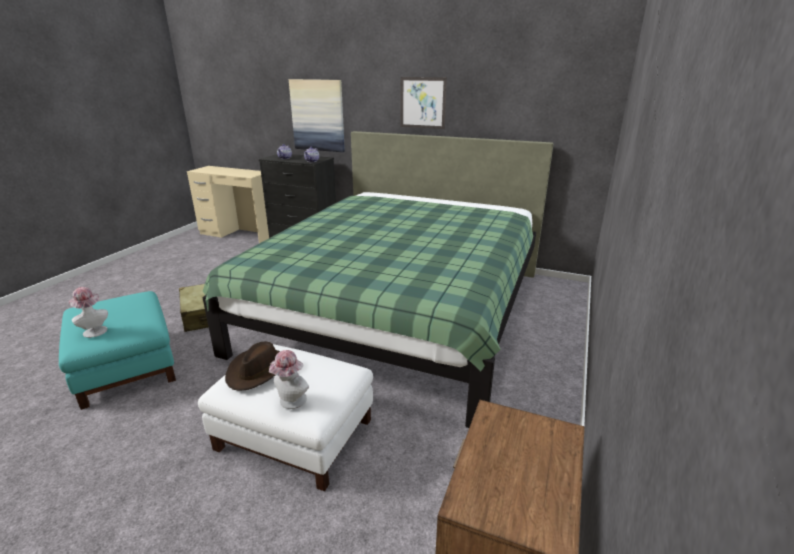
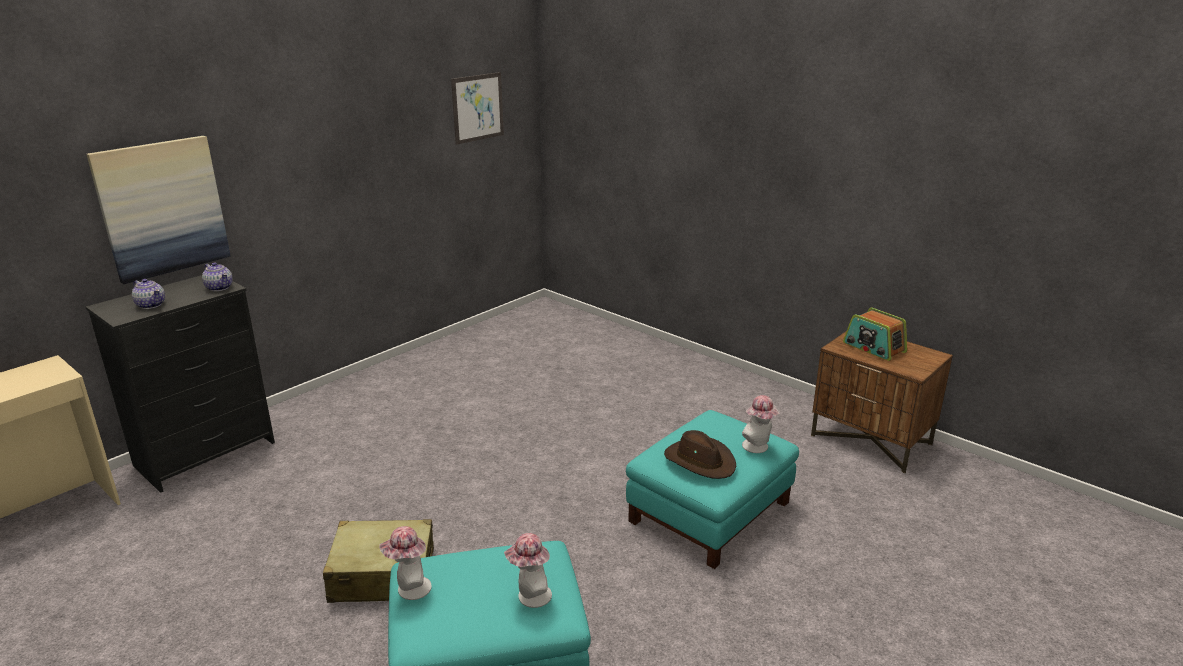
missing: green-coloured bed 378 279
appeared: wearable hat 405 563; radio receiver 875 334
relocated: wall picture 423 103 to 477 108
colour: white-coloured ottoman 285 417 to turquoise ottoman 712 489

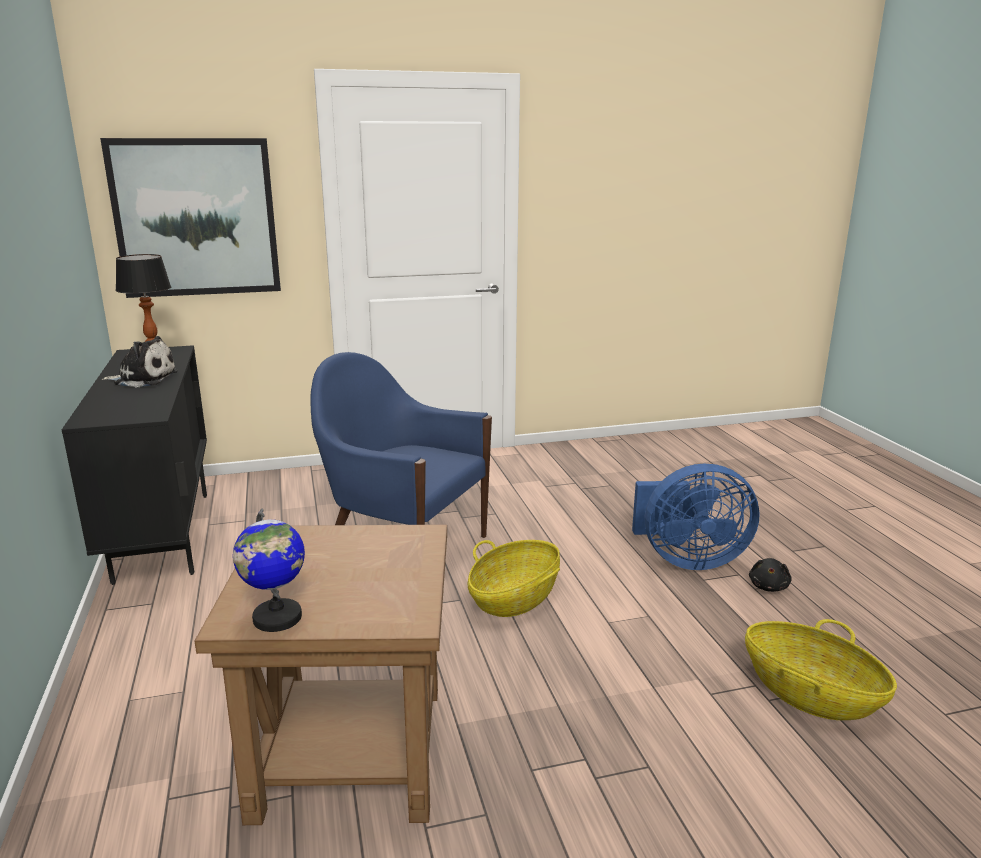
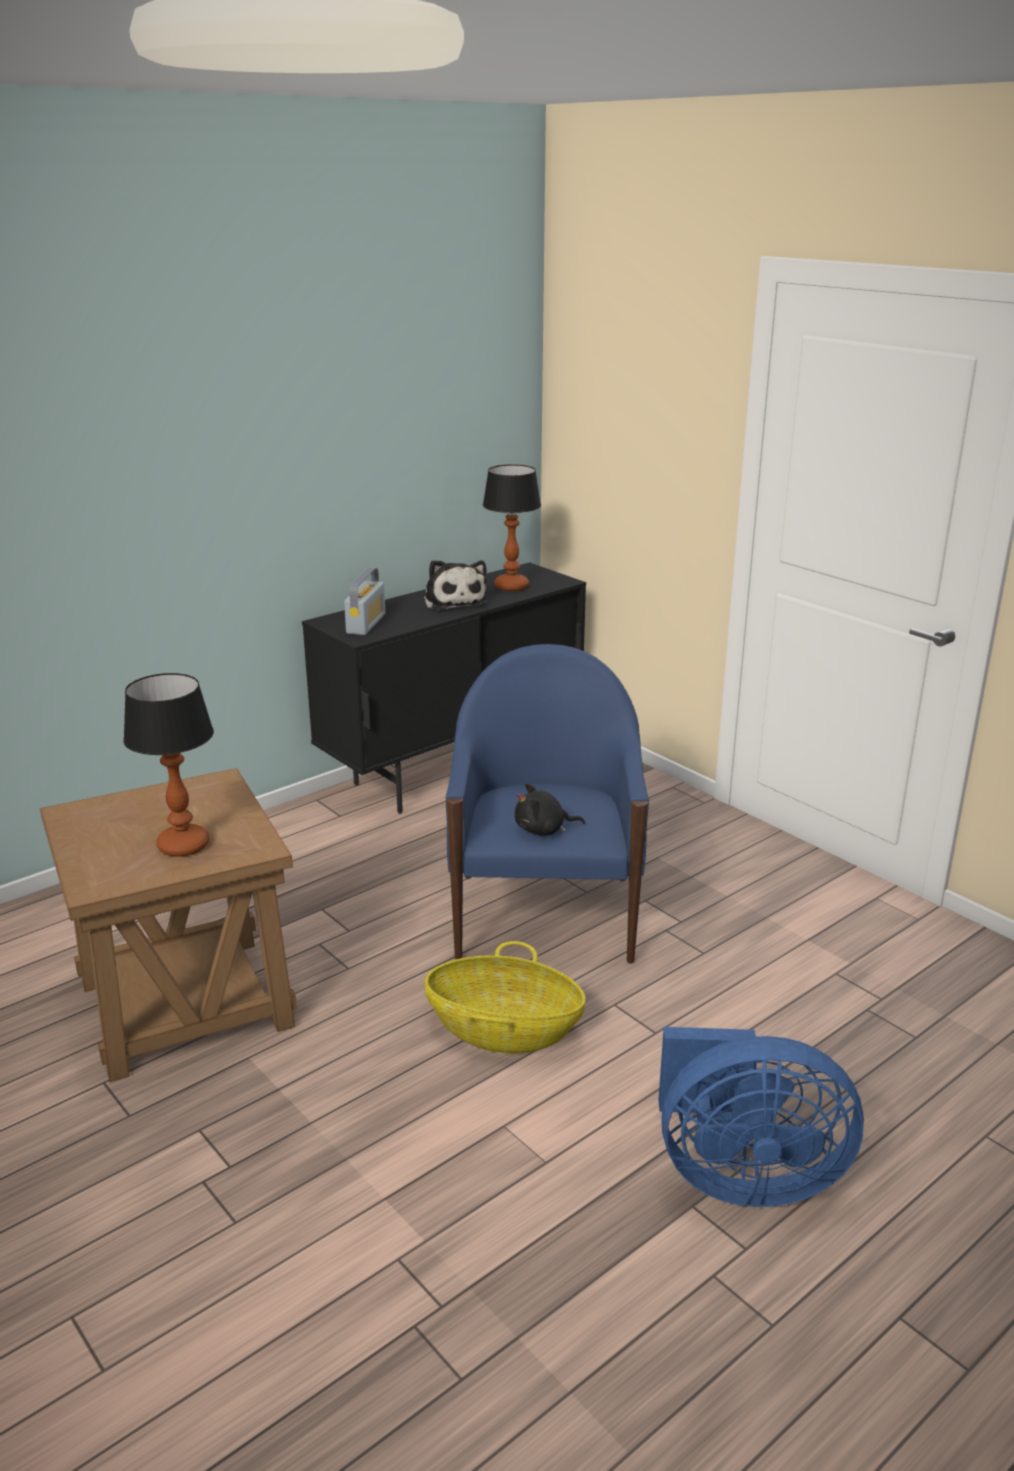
missing: wall picture 190 218; globe 269 570; storage basket 821 669
appeared: lamp for a table 168 765; radio receiver 364 601
relocated: blackish soft toy 770 575 to 550 809
spun: blue electric fan 696 517 = 761 1117 60 degrees counterclockwise

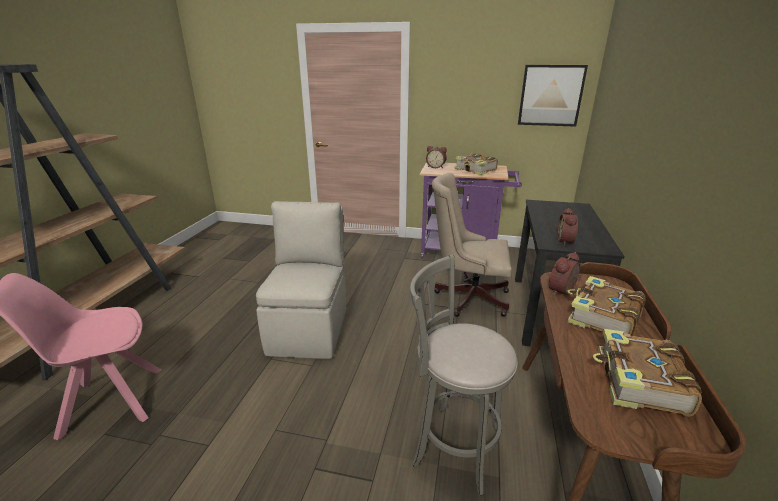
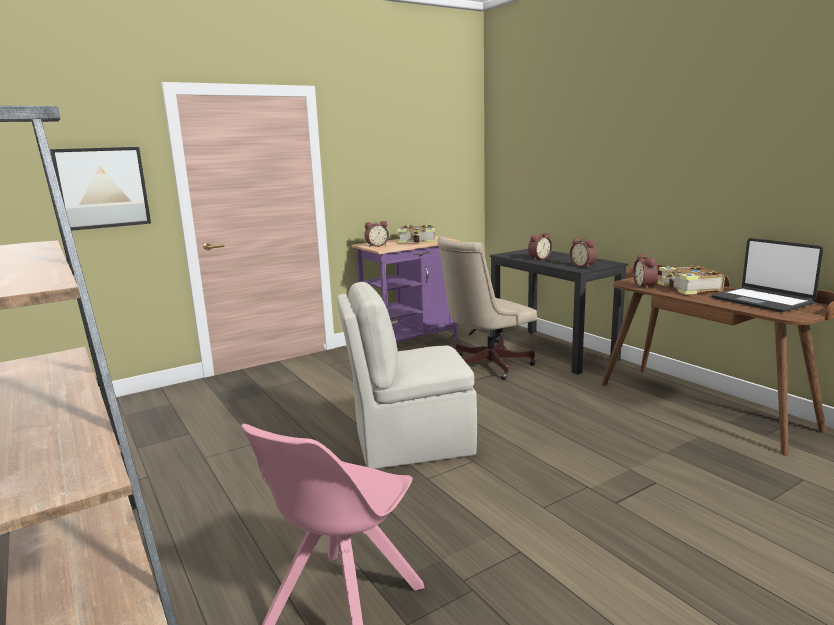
missing: greyish sitting stool 464 375
appeared: bedside clock 540 246
relocated: wall picture 553 96 to 100 189
exchanged: book 647 373 to laptop 767 275
spun: sand-coloured upright chair 301 280 = 406 375 60 degrees counterclockwise

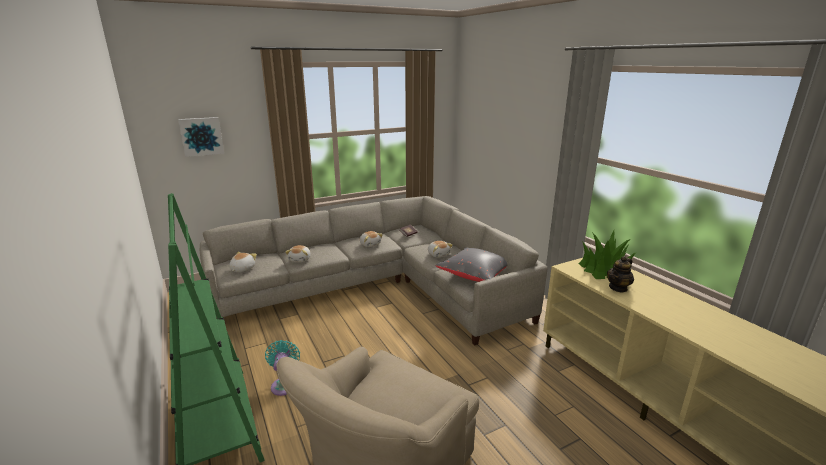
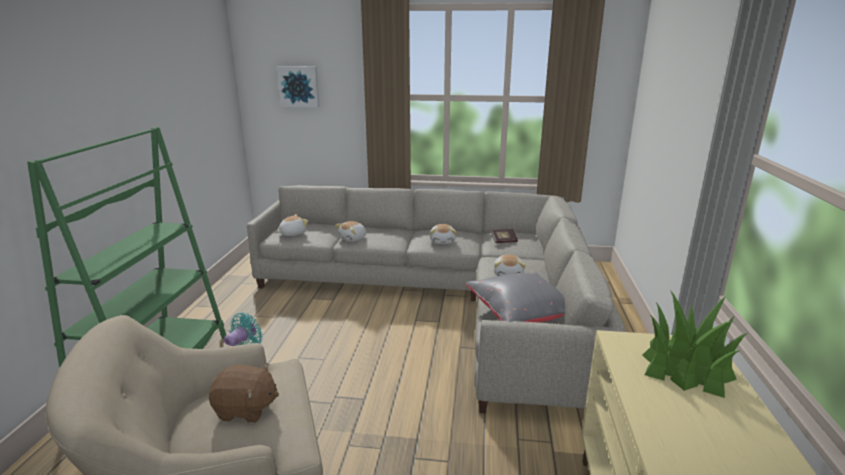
missing: teapot 620 274
appeared: brownish soft toy 244 393

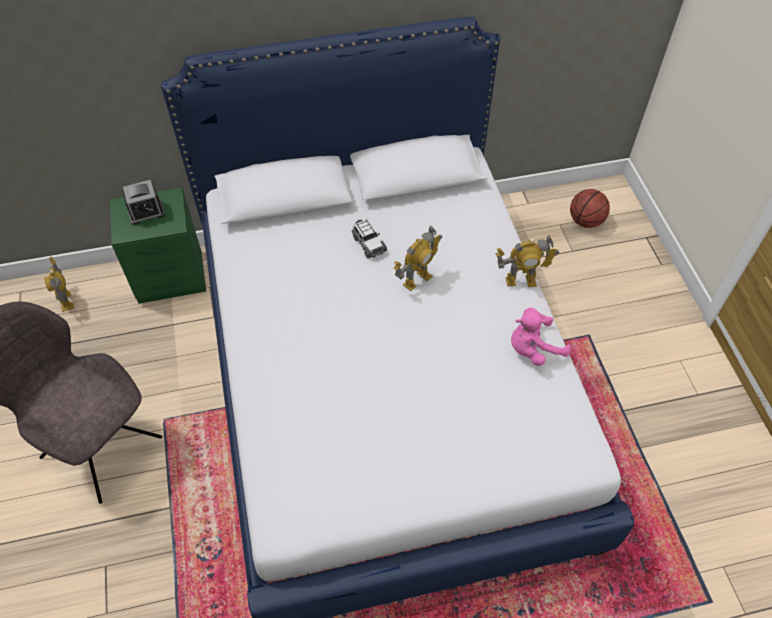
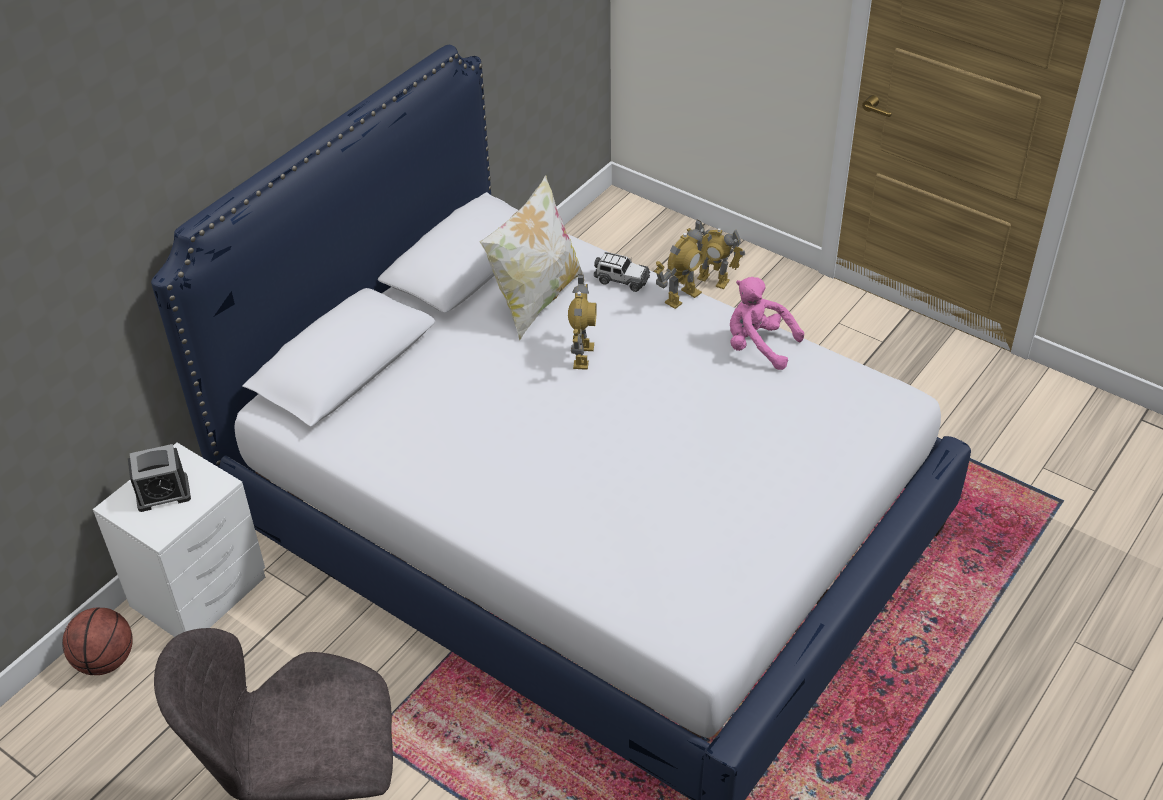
appeared: throw pillow 531 257
relocated: model robot 59 284 to 716 258; toy car 369 239 to 622 272; basketball ball 590 208 to 97 641
colour: green-coloured bedside table 158 246 to white-coloured bedside table 179 540
spun: bedside clock 143 202 = 159 478 45 degrees clockwise; pinkish soft toy 541 337 = 767 323 90 degrees clockwise

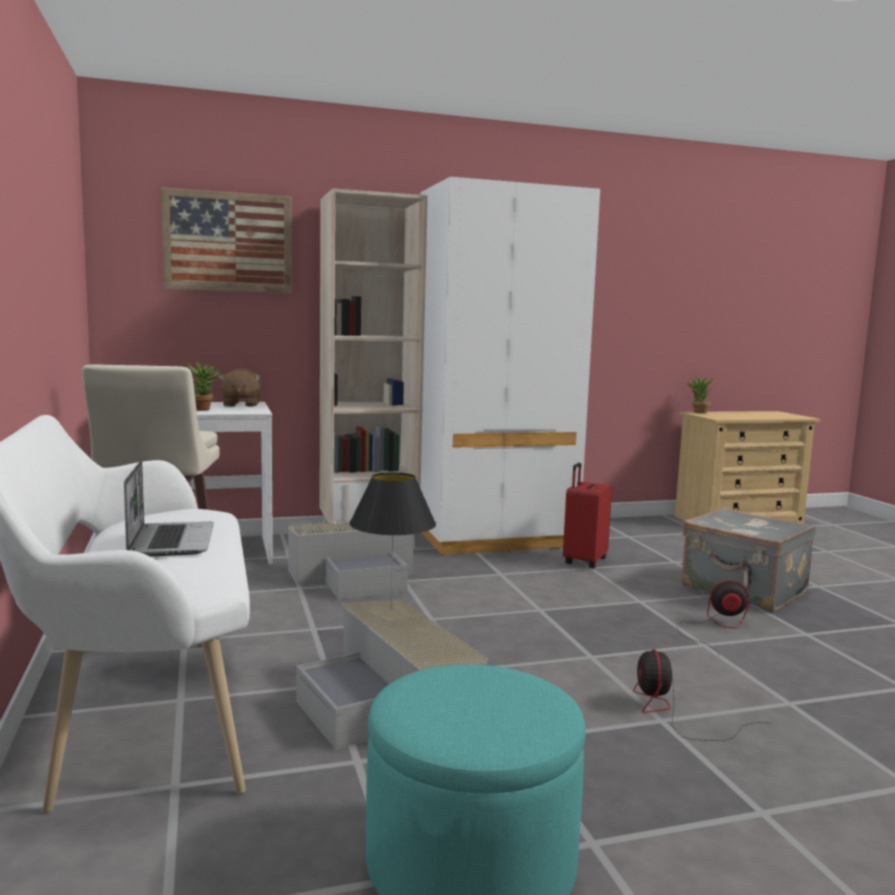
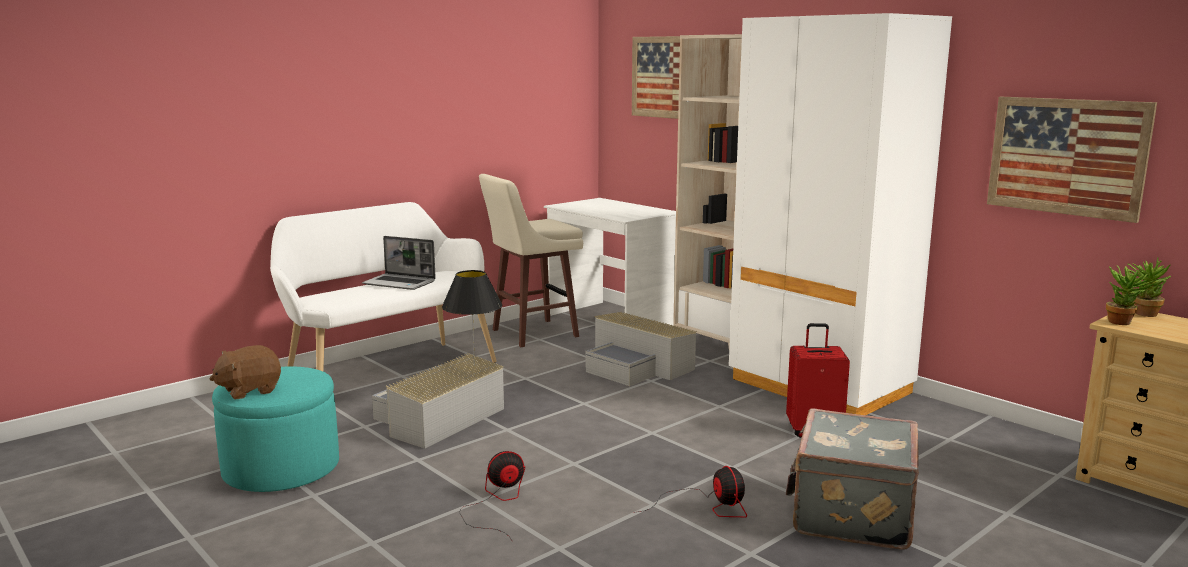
appeared: wall picture 1072 160
relocated: houseplant 205 386 to 1132 295; brownish soft toy 240 387 to 245 372
spun: laptop 169 508 = 399 263 60 degrees clockwise

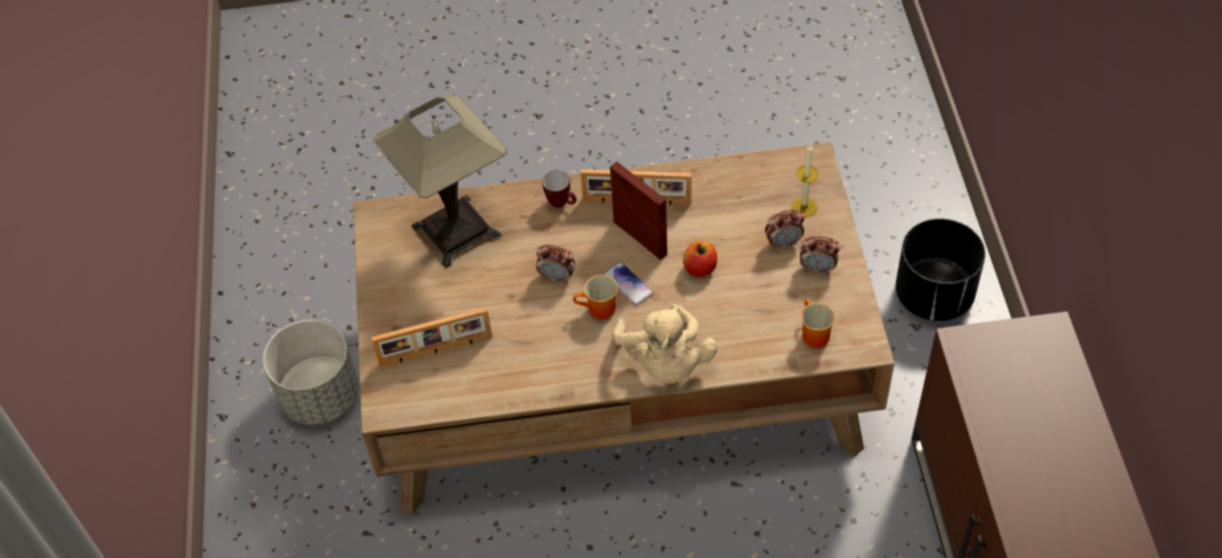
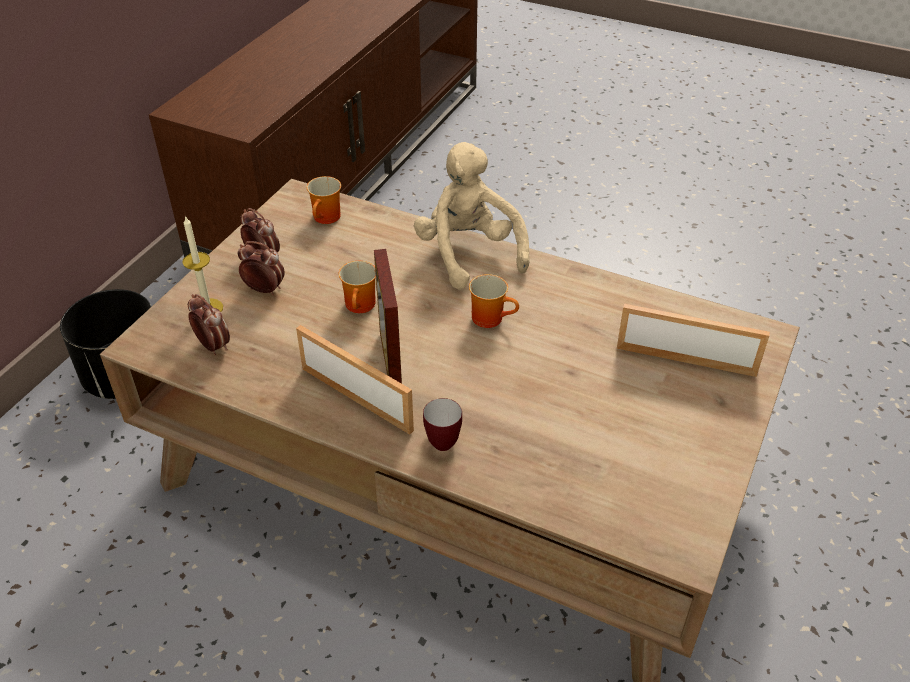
missing: greyish planter 311 372; lamp for a table 440 181; phone 628 284
relocated: bedside clock 555 264 to 209 324
exchanged: apple 700 259 to tea mug 357 287
spun: sand-coloured soft toy 665 344 = 472 216 45 degrees counterclockwise

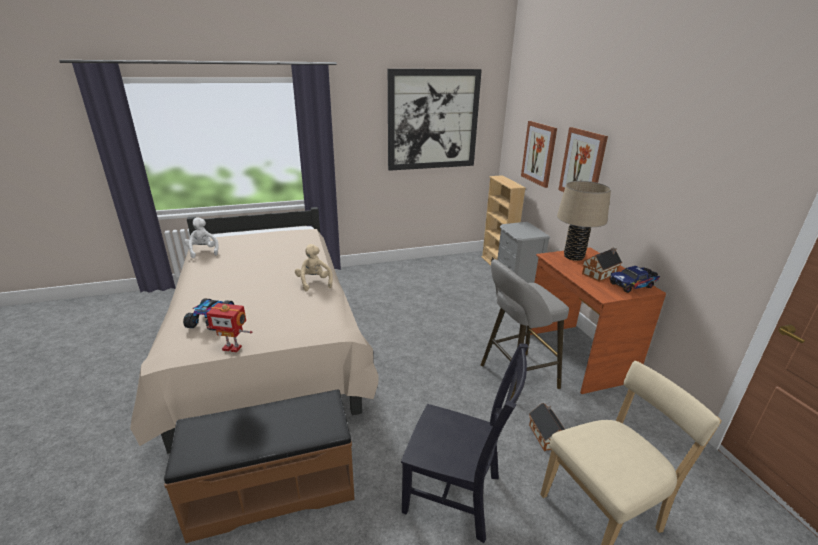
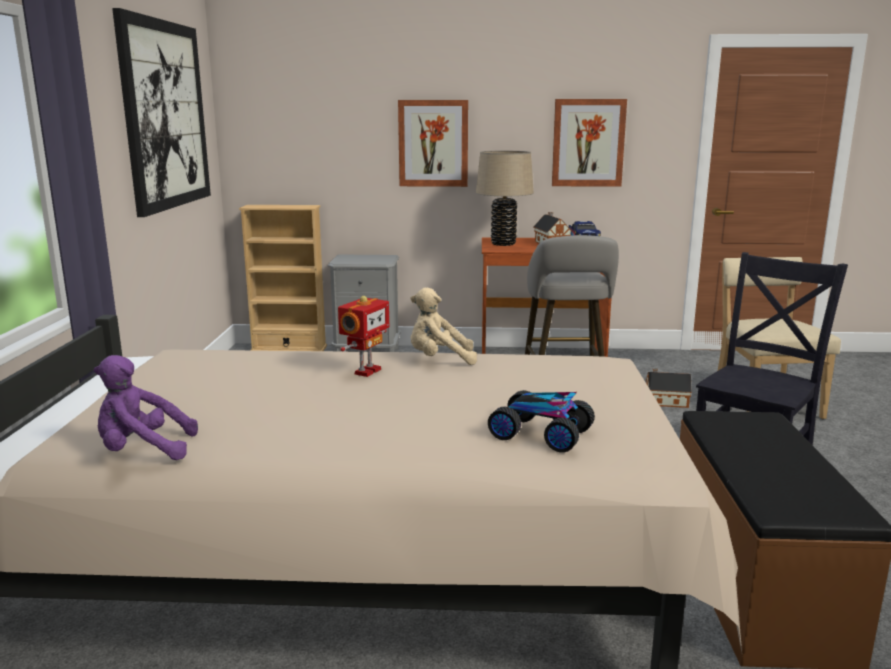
relocated: model robot 229 327 to 363 336; wall picture 539 154 to 589 143
colour: white-coloured soft toy 201 237 to purplish soft toy 146 407

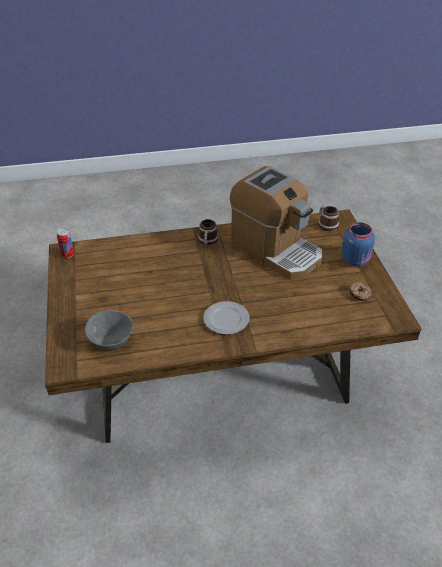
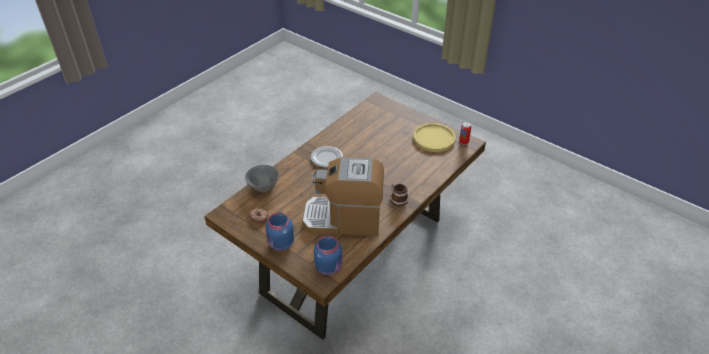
appeared: yellowish flat dish 434 137
relocated: greyish deep dish 109 330 to 262 178
exchanged: tea mug 329 218 to blue preserve jar 328 255

